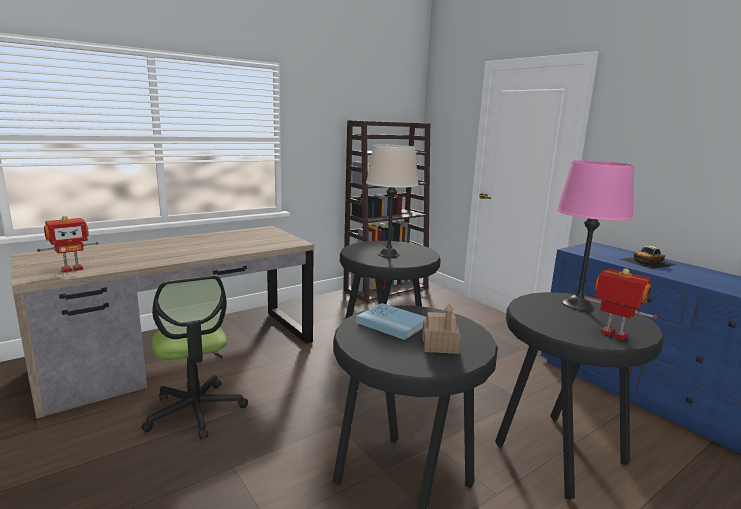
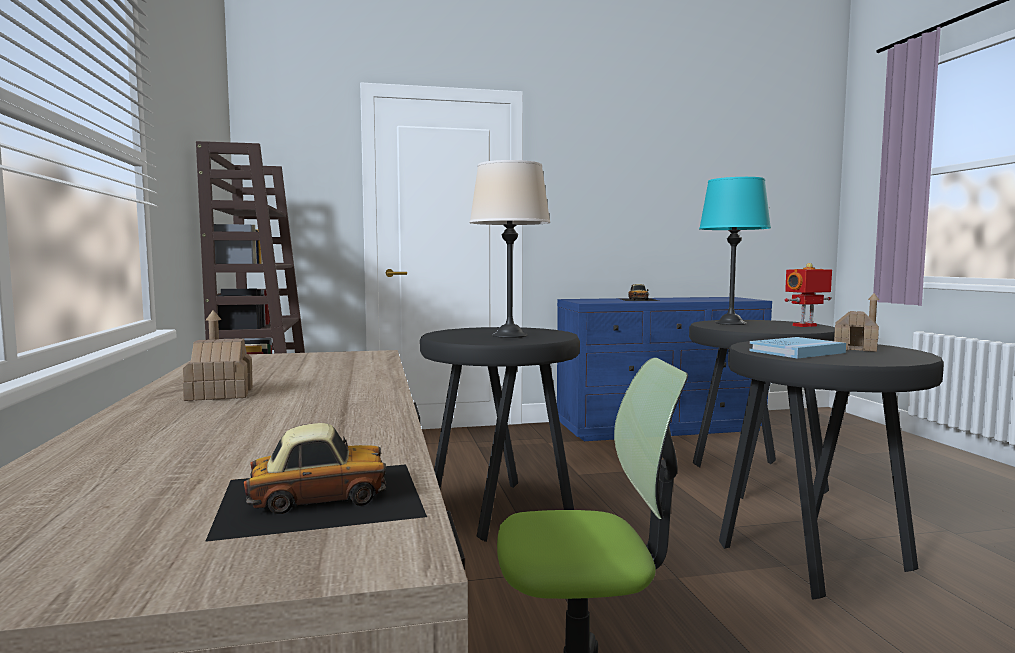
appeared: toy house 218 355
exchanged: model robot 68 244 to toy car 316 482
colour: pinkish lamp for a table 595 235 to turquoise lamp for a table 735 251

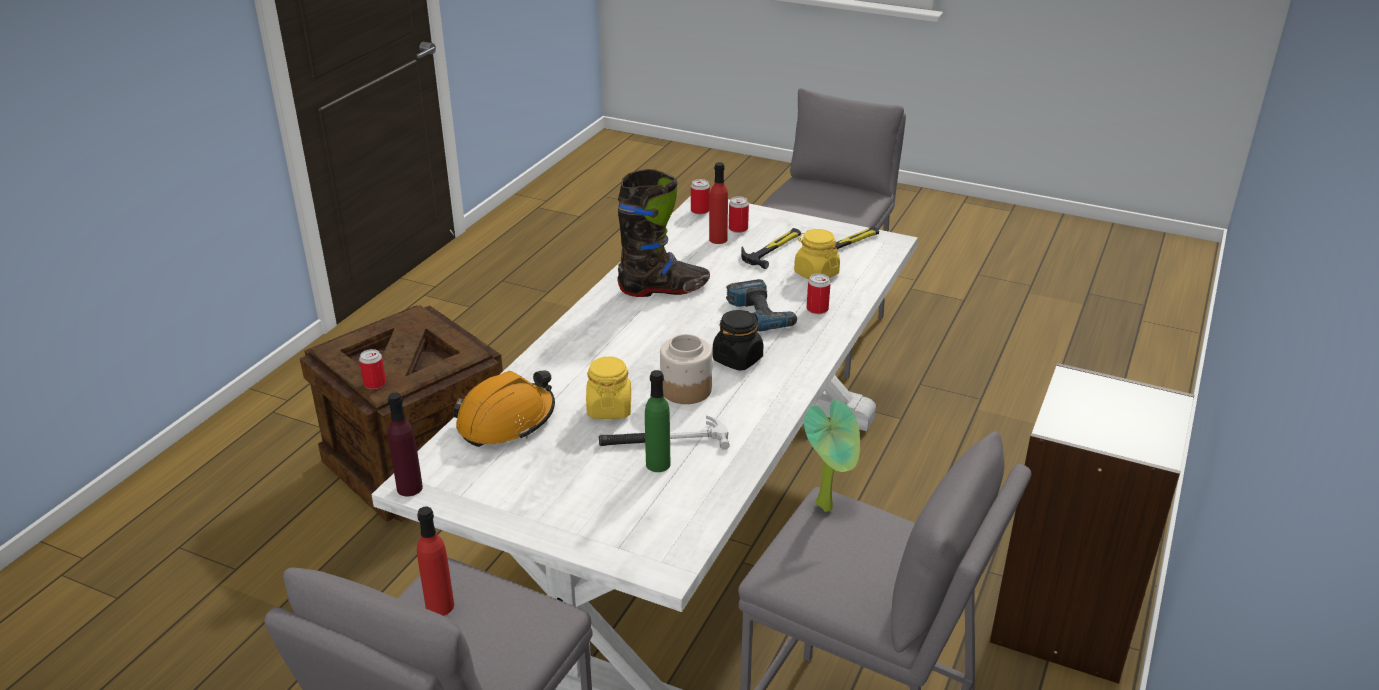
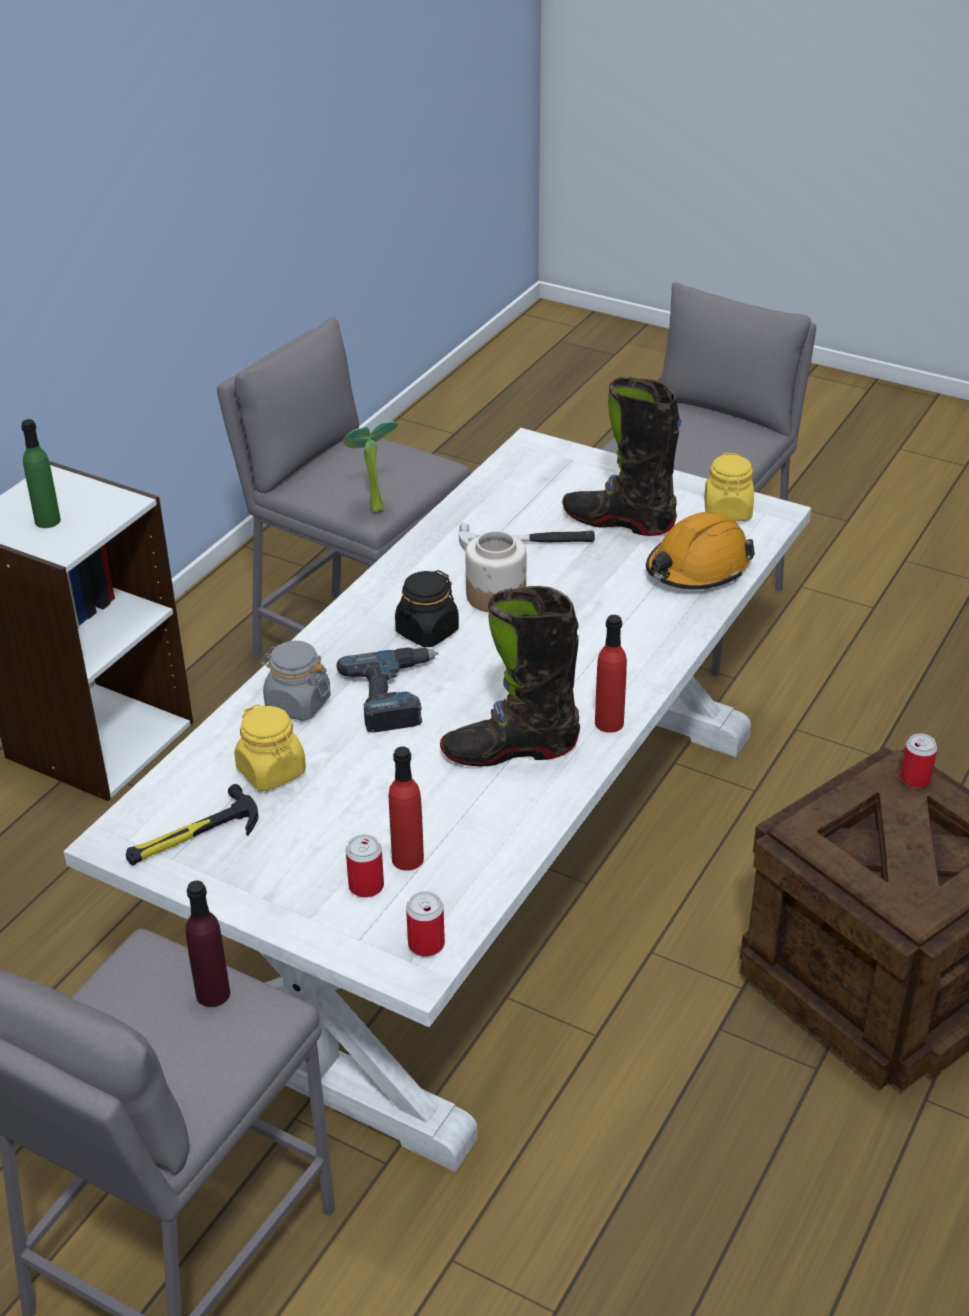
missing: hammer 771 248
appeared: blackish tall boot 621 456
relocated: purplish drink bottle 405 444 to 208 944; red-coloured drink bottle 435 561 to 611 674; yellowish preserve jar 608 387 to 729 487; green-coloured drink bottle 658 421 to 41 473
exchanged: metal can 819 293 to greyish preserve jar 295 681

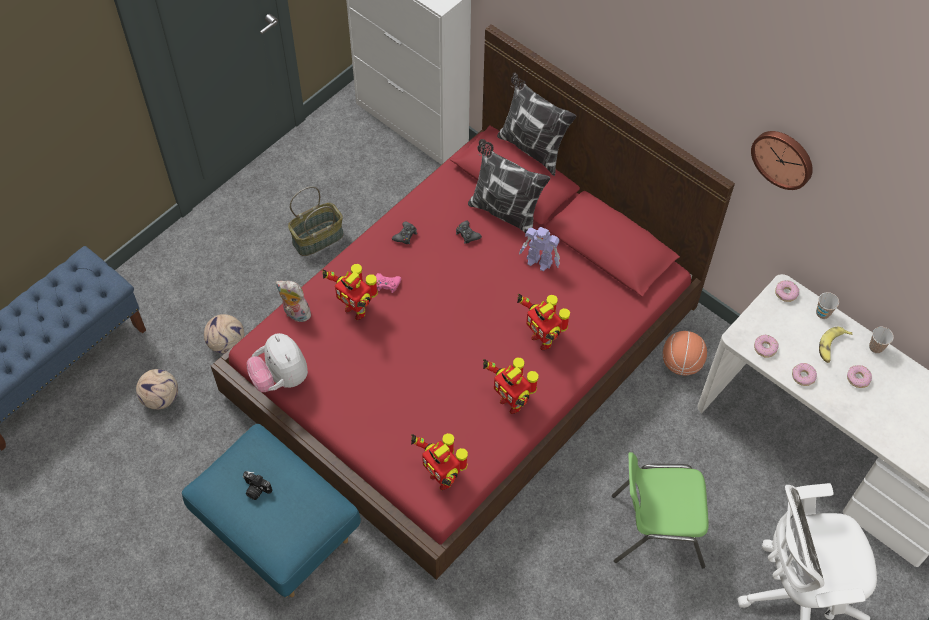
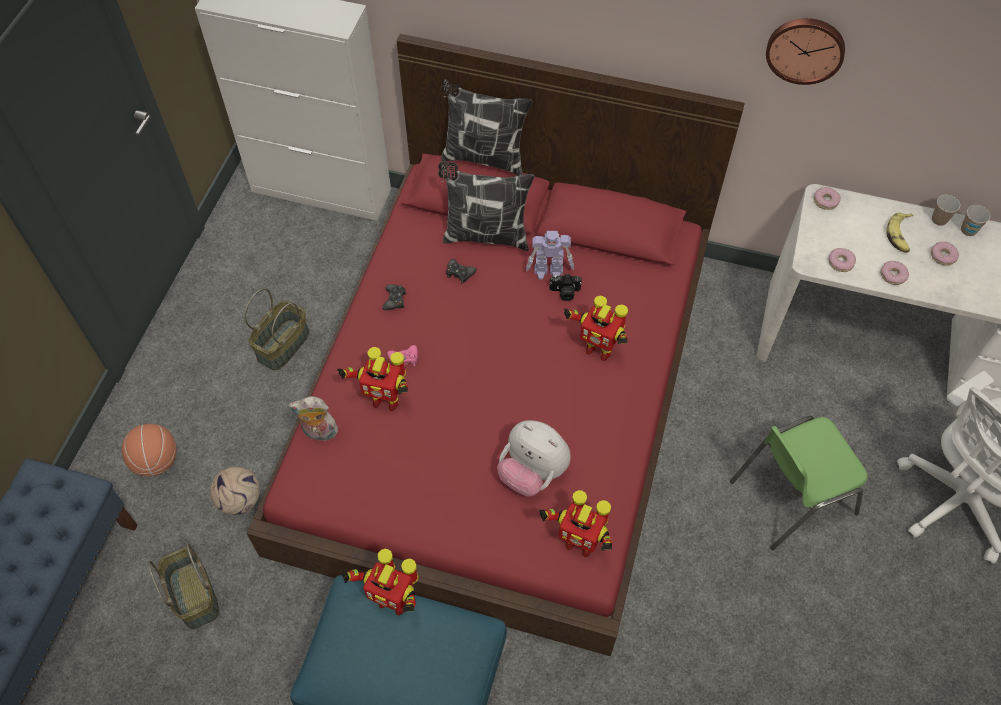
relocated: still camera 257 485 to 565 287; soft toy 277 362 to 534 458; model robot 510 386 to 380 582; basketball ball 685 353 to 149 450; drinking cup 827 305 to 975 220
exchanged: football 157 389 to storage basket 183 586

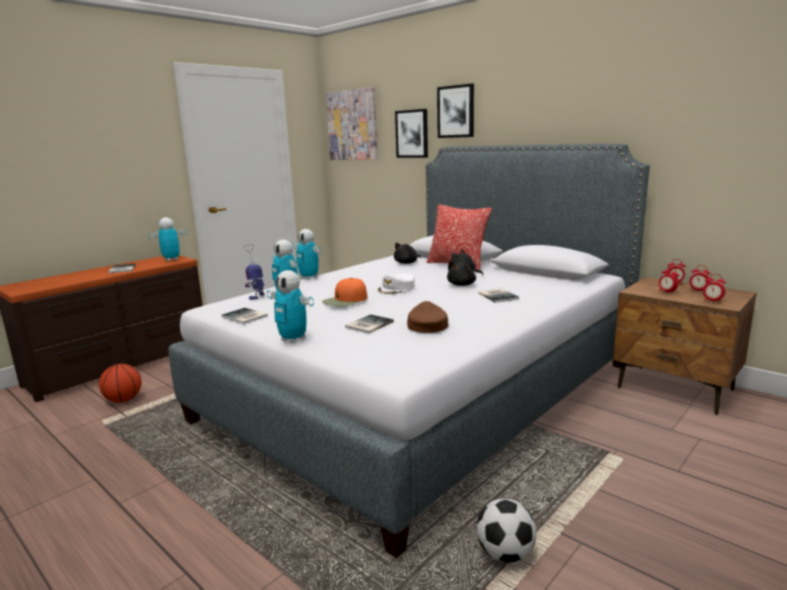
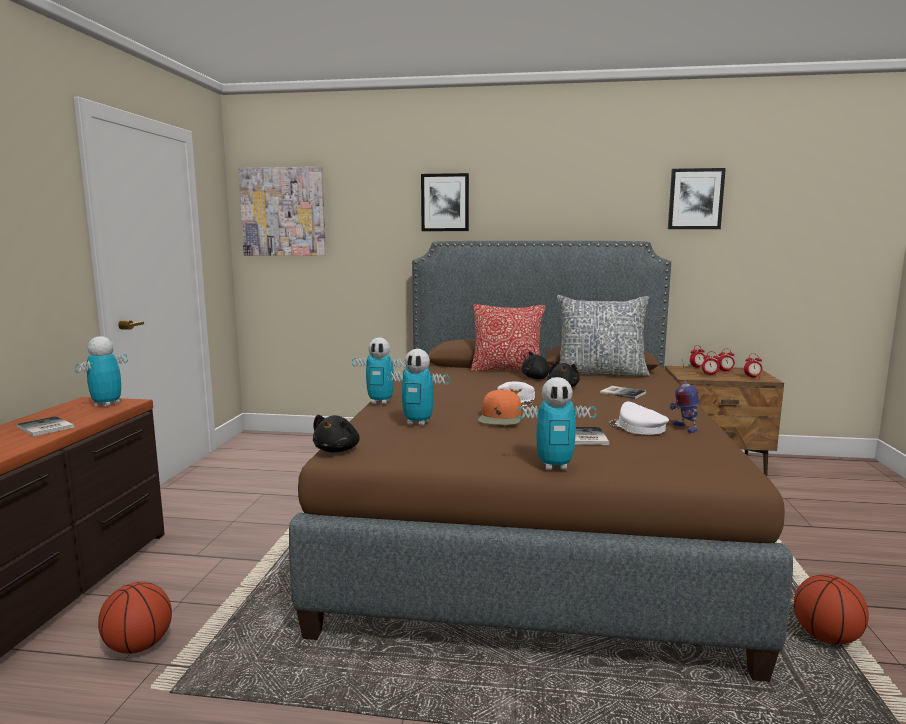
missing: book 244 316
appeared: throw pillow 603 336
relocated: model robot 254 272 to 684 395; blackish soft toy 407 253 to 336 433; wall picture 411 133 to 697 198
exchanged: football 506 530 to basketball ball 831 609
colour: greyish bed 409 351 to brownish bed 541 461; brownish peaked cap 427 317 to white-coloured peaked cap 639 418

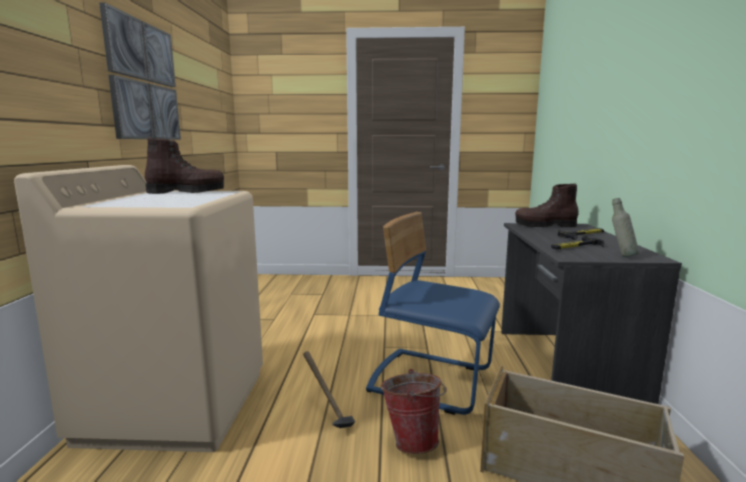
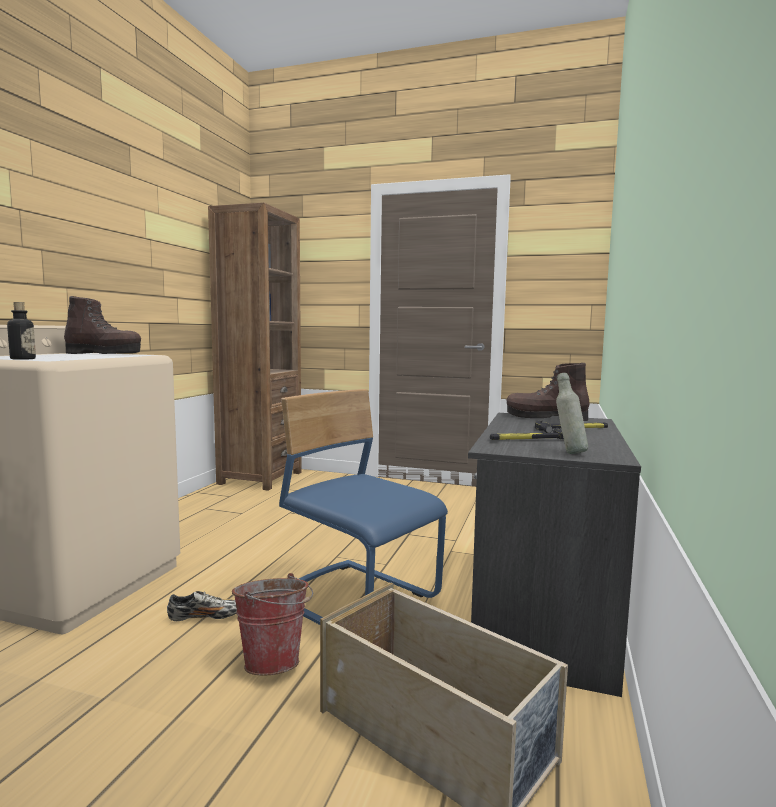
missing: wall picture 140 71
appeared: drink bottle 21 331; brownish bookcase 255 347
exchanged: hammer 329 389 to low shoe 202 606

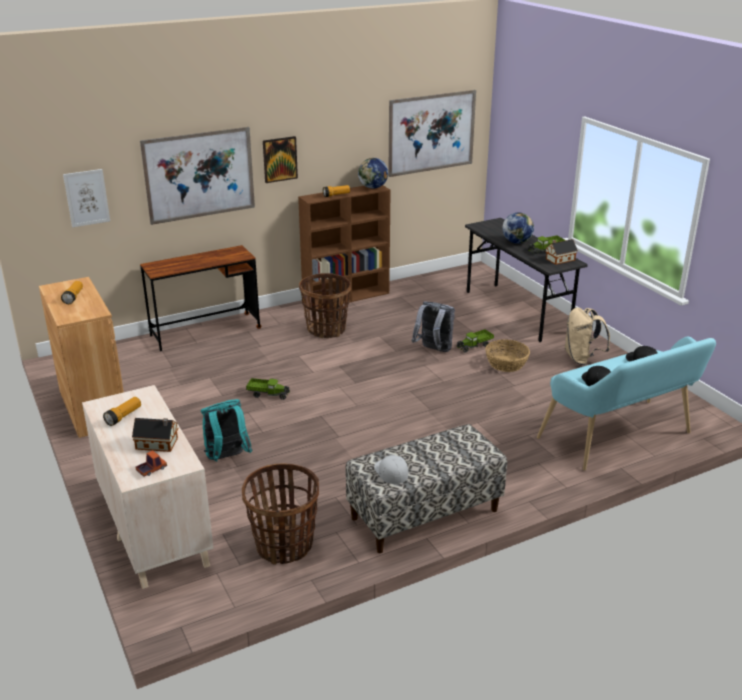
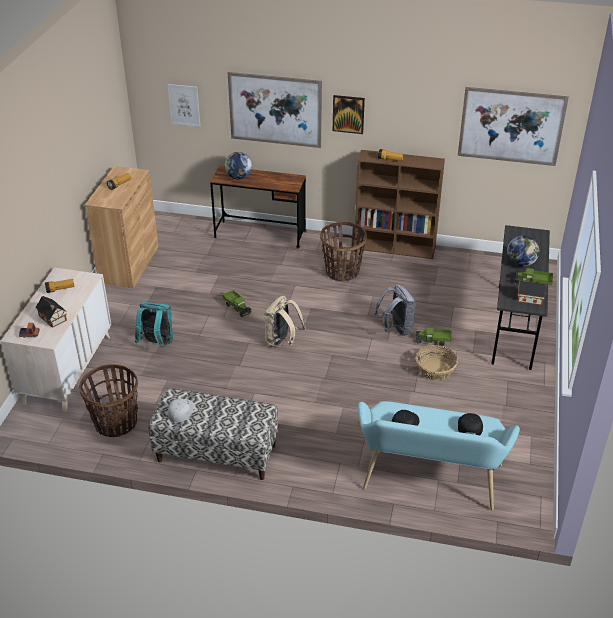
relocated: globe 373 173 to 238 165; sand-coloured knapsack 587 336 to 285 321

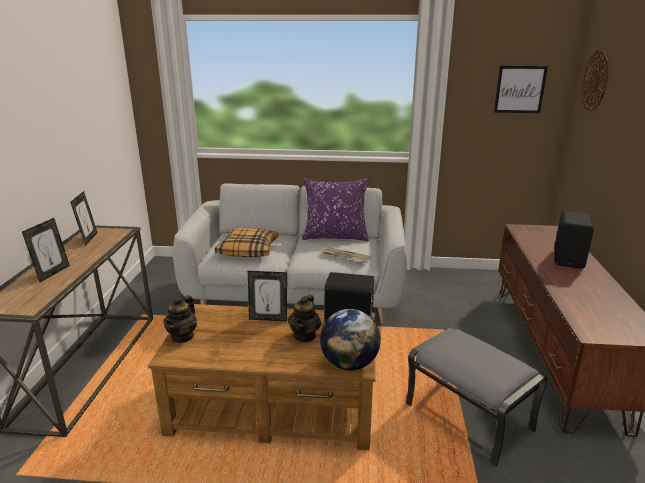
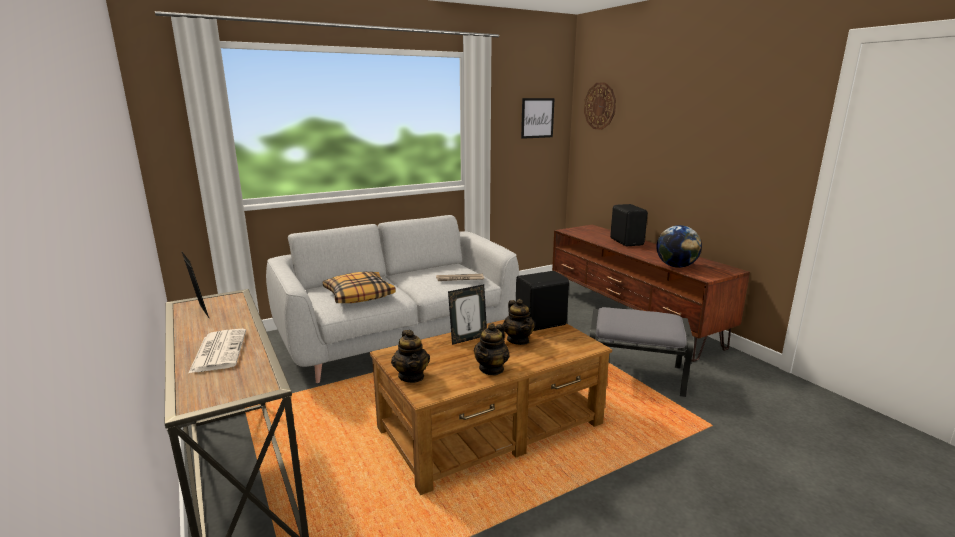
missing: purplish throw pillow 335 210
appeared: teapot 492 349
relocated: globe 350 339 to 679 246
exchanged: standing frame 46 250 to daily paper 217 351

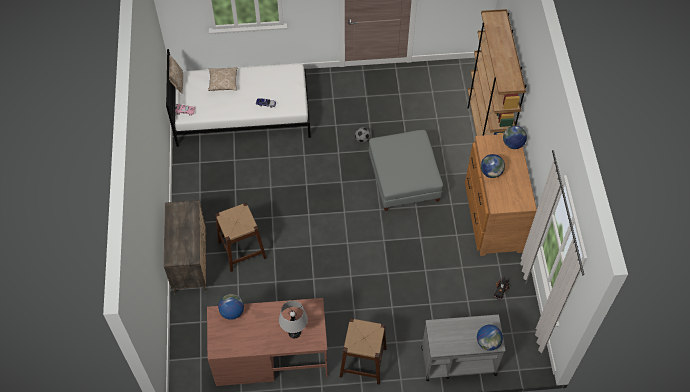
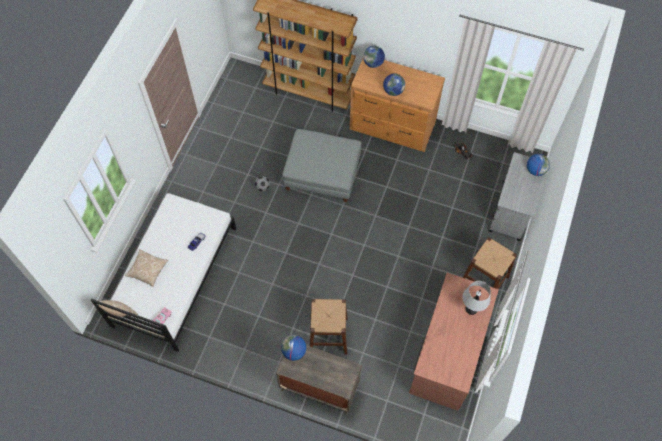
relocated: globe 231 307 to 293 348

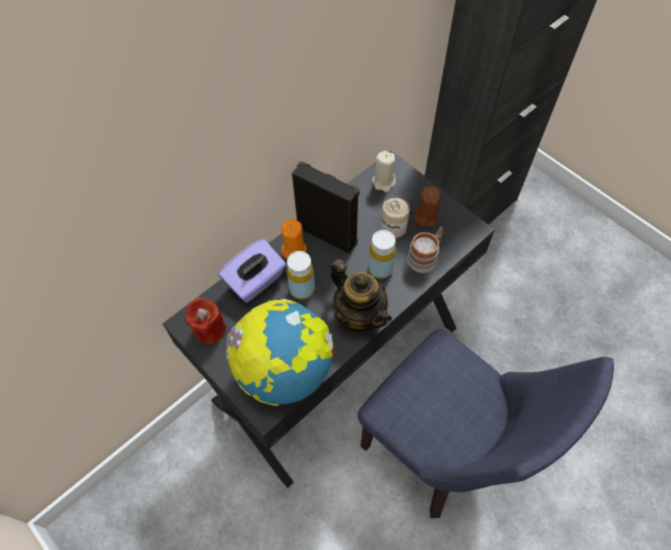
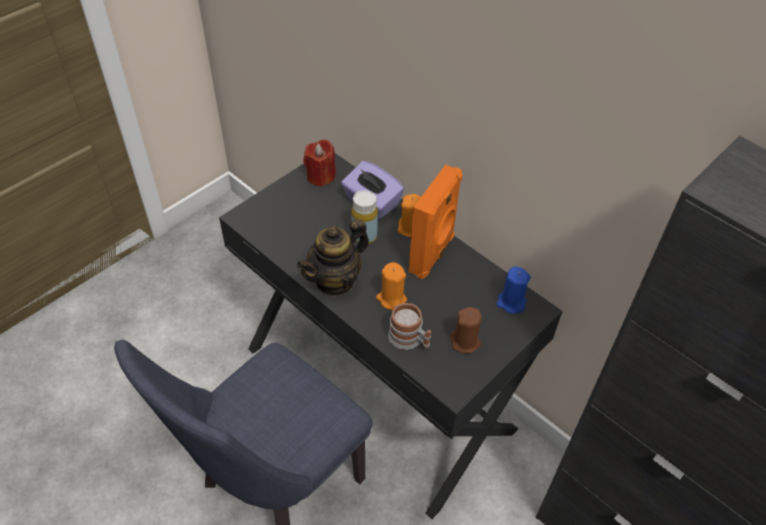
missing: globe 280 352; metal can 395 217
exchanged: yellowish drink bottle 382 254 to orangey wax light 391 286
colour: blackish audio speaker 326 207 to orangey audio speaker 435 222; sand-coloured wax light 384 171 to blue wax light 513 290

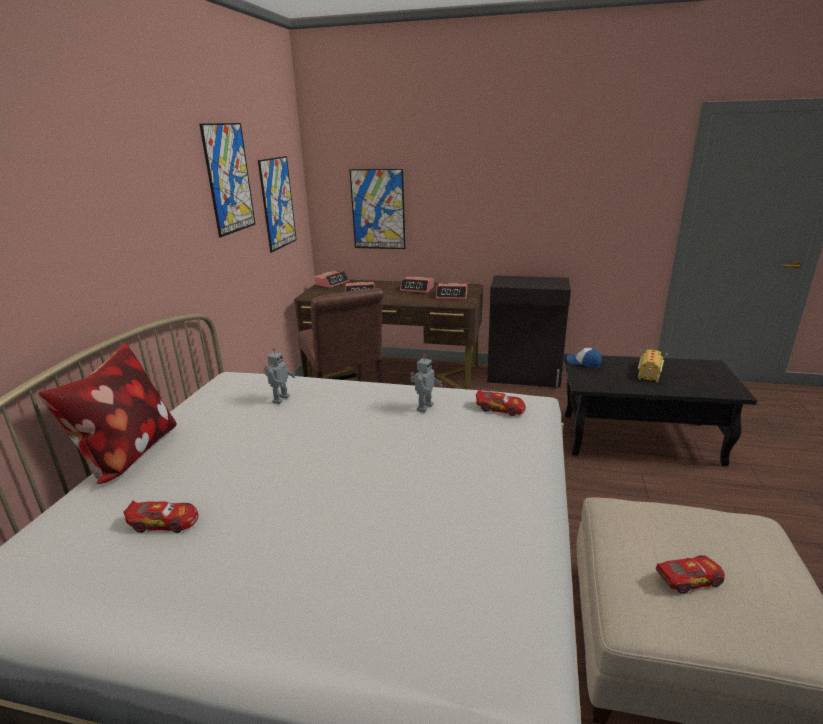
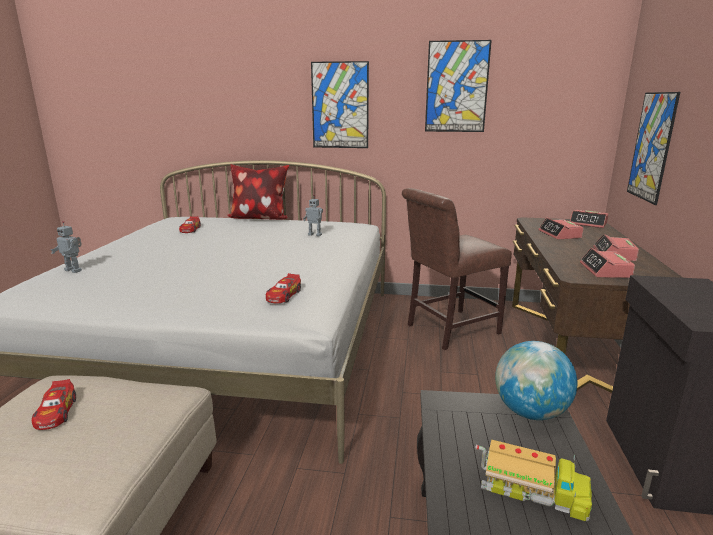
relocated: wall picture 277 204 to 340 104; model robot 426 383 to 66 247
exchanged: peaked cap 584 358 to globe 536 380

